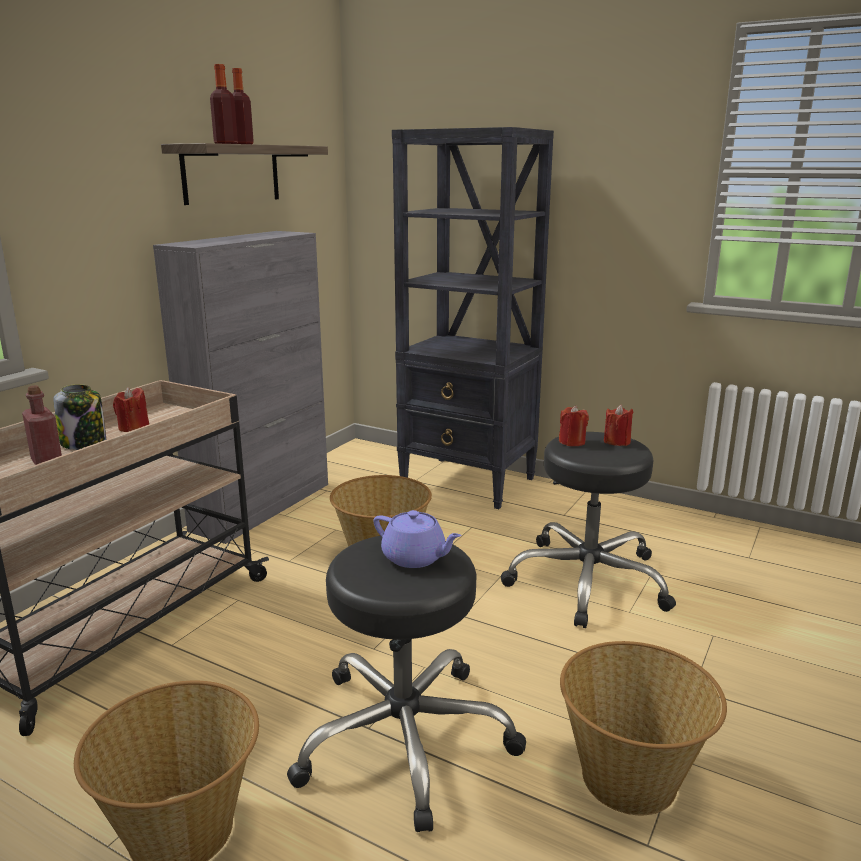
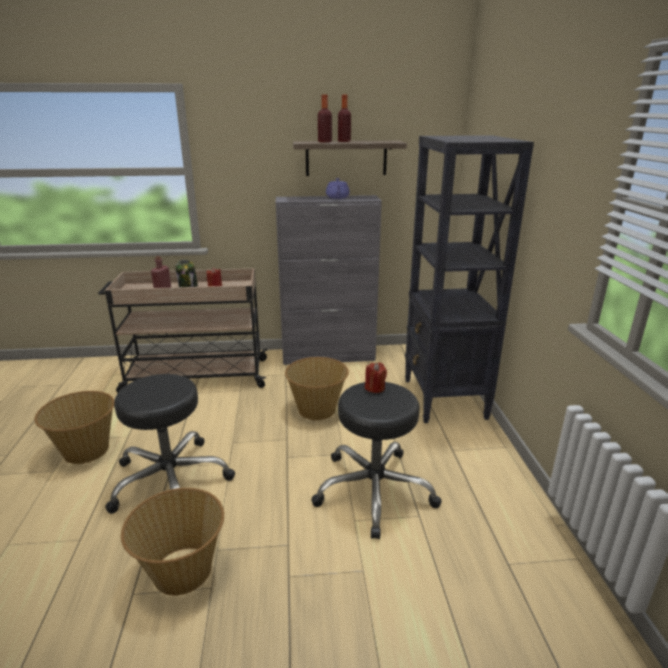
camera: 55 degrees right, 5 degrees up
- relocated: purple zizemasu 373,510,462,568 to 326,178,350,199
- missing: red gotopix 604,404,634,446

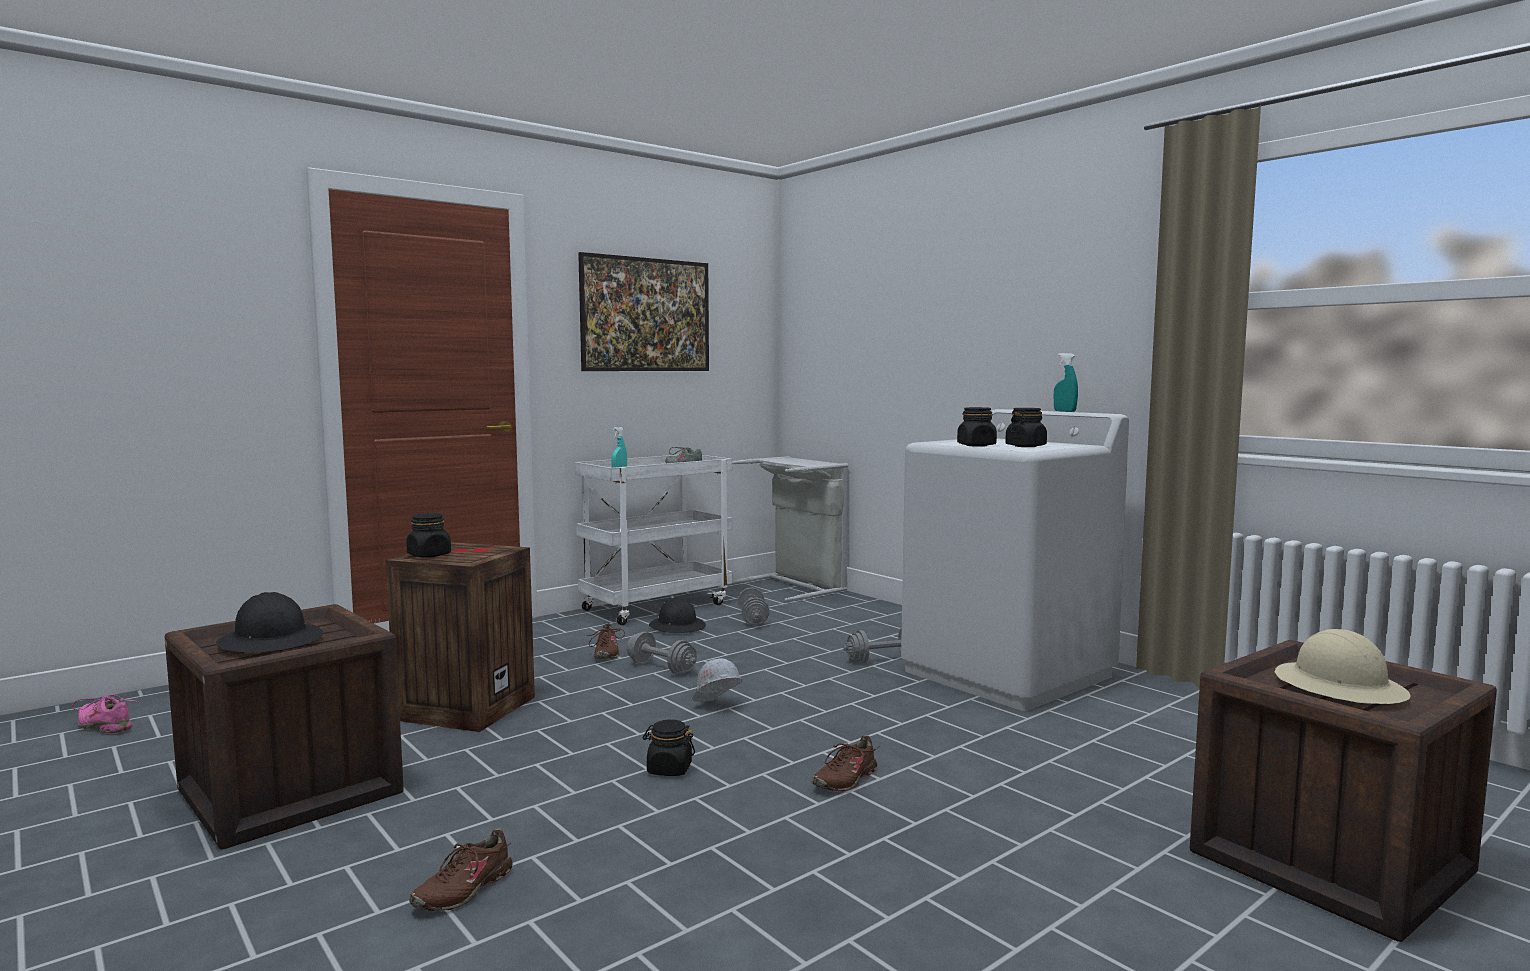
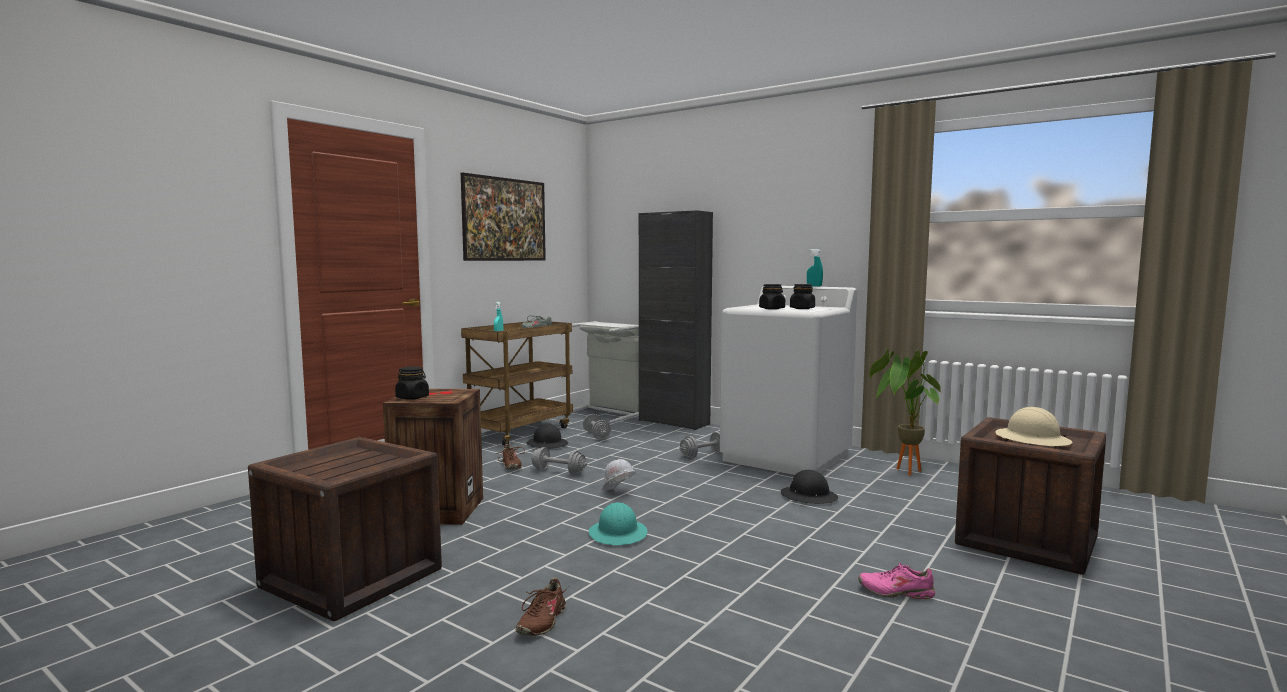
camera: 15 degrees left, 0 degrees up
- relocated: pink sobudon 72,695,140,733 to 858,563,935,599
- relocated: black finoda 216,592,323,653 to 781,470,838,504
- colour: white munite 575,455,733,625 to brown munite 461,321,573,446
- exchanged: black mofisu 643,719,695,776 to turquoise finoda 589,502,647,545
- missing: brown sobudon 812,735,880,791
- appeared: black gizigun 639,210,713,430
- appeared: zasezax 869,349,942,476

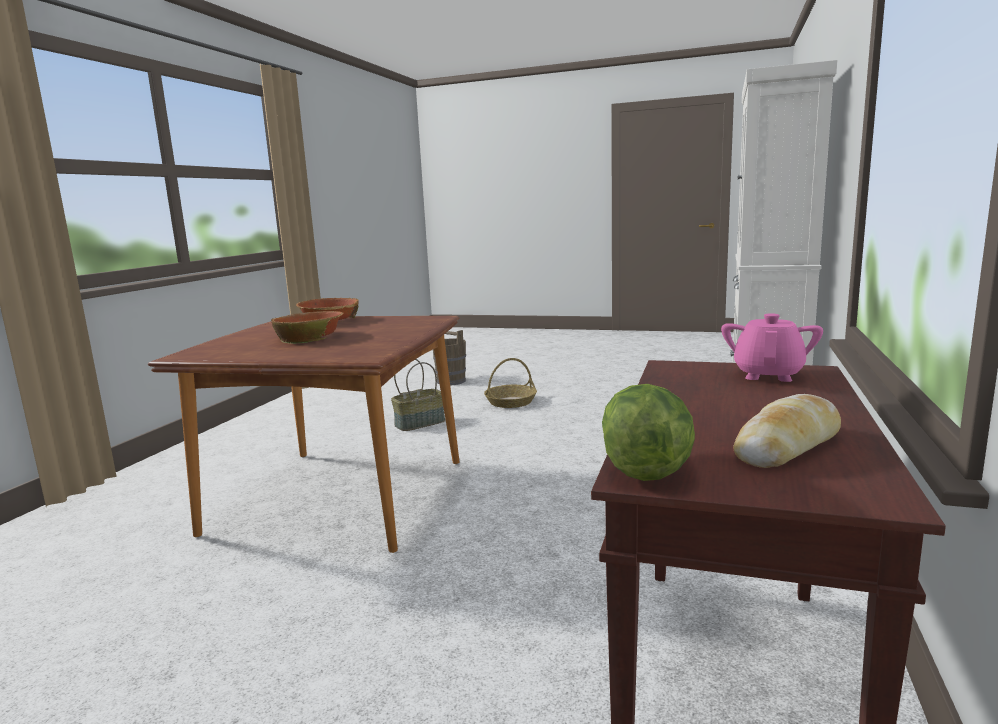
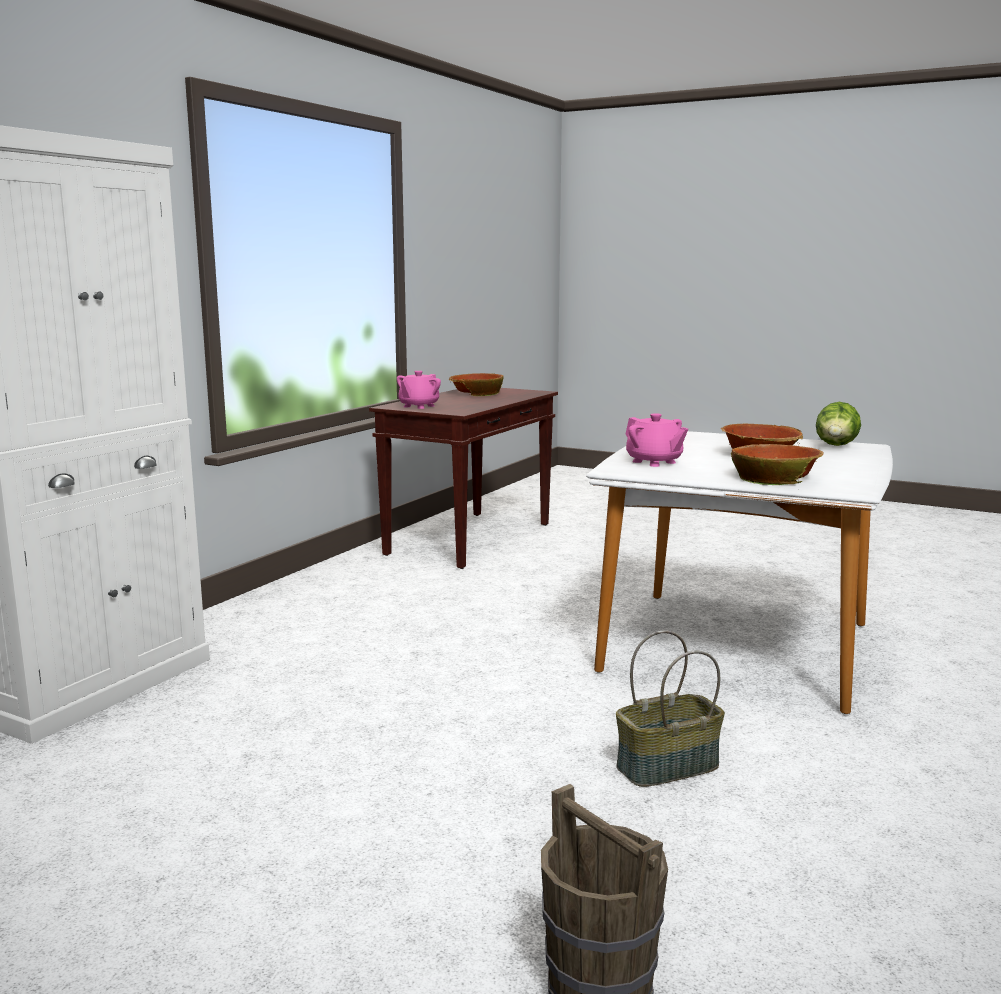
camera: 170 degrees left, 0 degrees up
- colour: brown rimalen 148,316,460,553 to white rimalen 586,431,893,714
- missing: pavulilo 484,358,537,408
- relocated: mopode 602,384,695,481 to 816,402,861,446
- exchanged: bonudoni 733,394,841,468 to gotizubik 449,373,504,396
- appeared: pink zizemasu 625,413,688,467

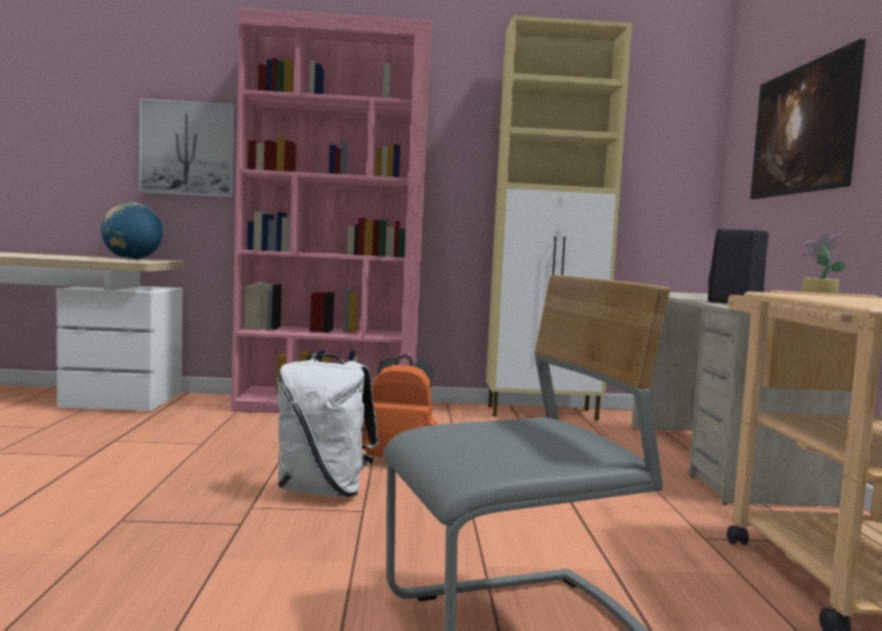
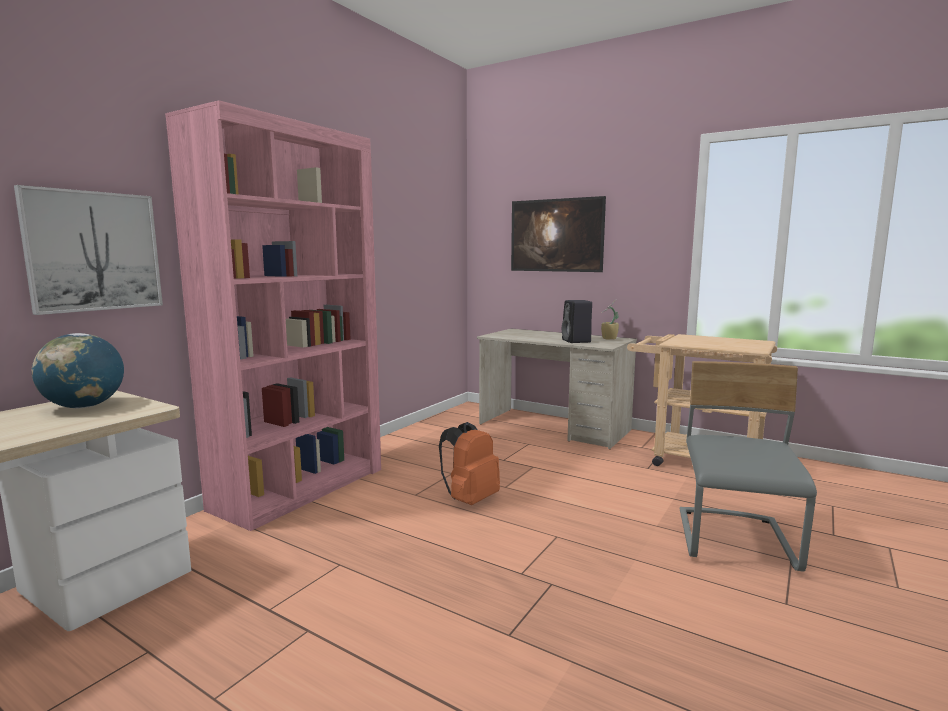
camera: 55 degrees left, 5 degrees up
- missing: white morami 277,354,379,497
- missing: beige gizigun 486,15,632,421

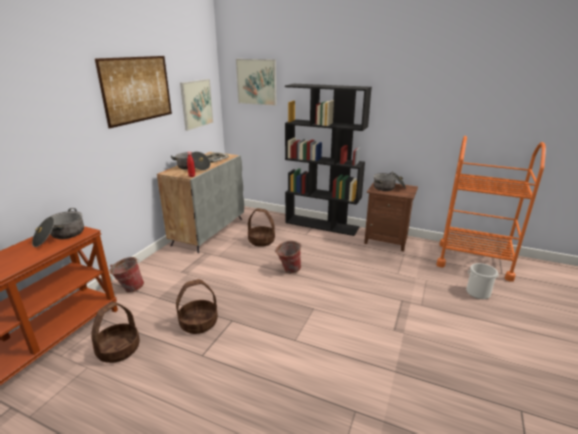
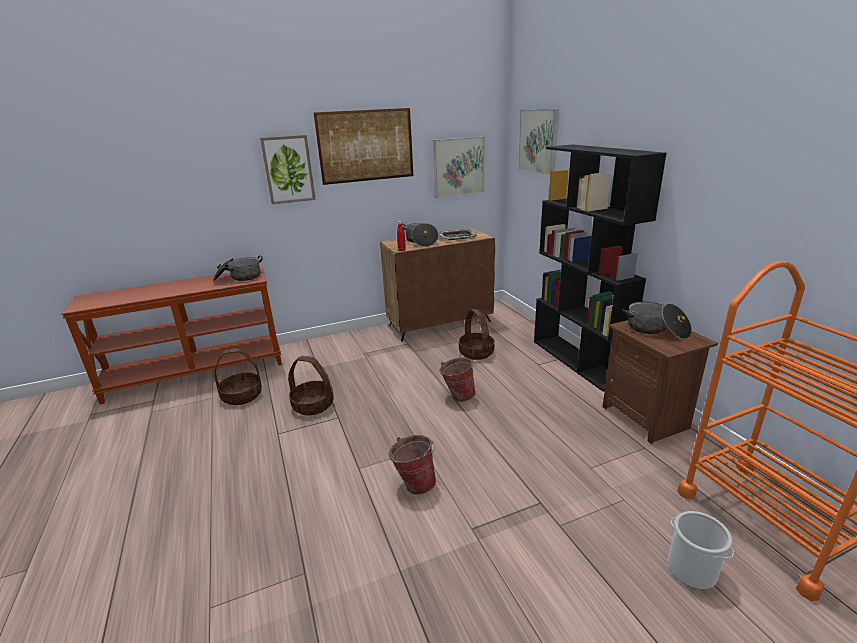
camera: 45 degrees right, 0 degrees up
- relocated: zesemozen 109,257,144,293 to 389,435,436,495
- colour: grey gizigun 157,152,244,253 to brown gizigun 380,228,495,341
- appeared: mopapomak 260,135,316,204

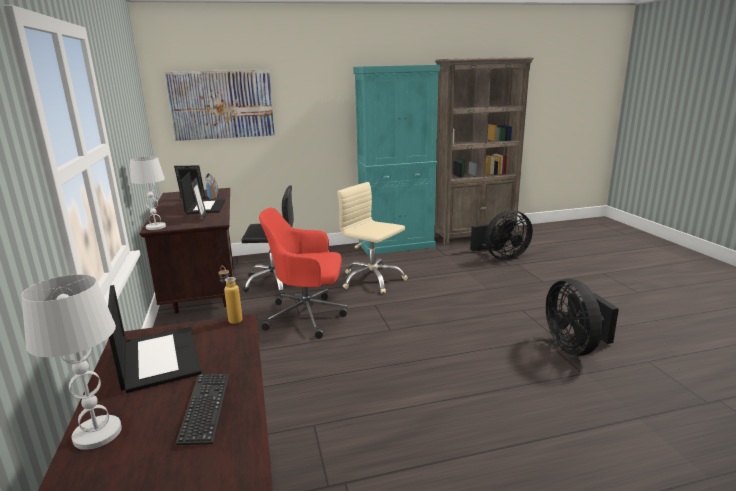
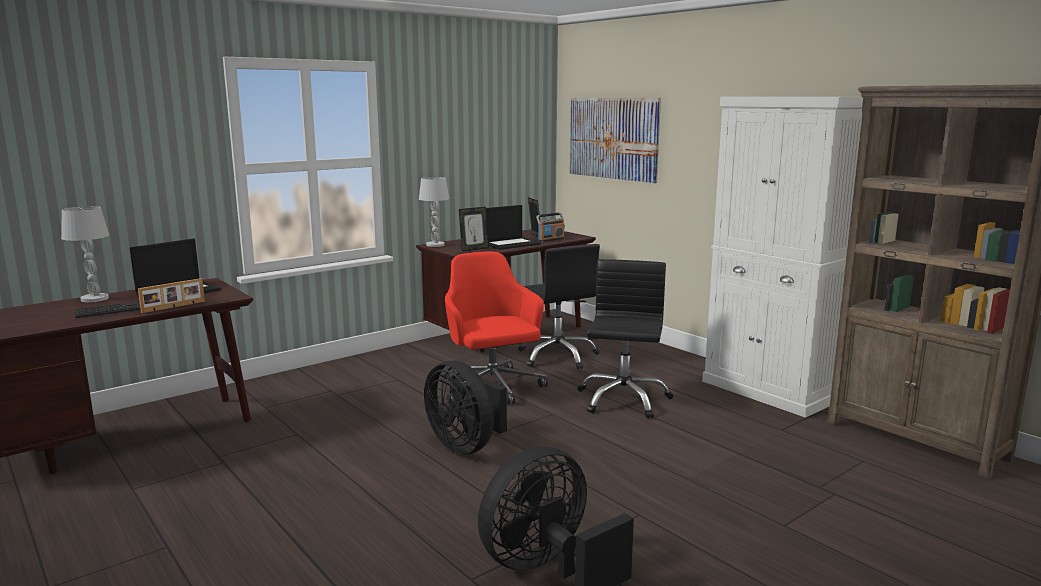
camera: 65 degrees right, 5 degrees down
- missing: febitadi 218,266,243,324
- colour: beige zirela 337,182,408,294 to black zirela 577,259,673,418
- colour: turquoise gizigun 353,65,440,255 to white gizigun 702,97,863,418
- relocated: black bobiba 471,210,533,260 to 424,361,507,455
- appeared: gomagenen 138,278,205,313

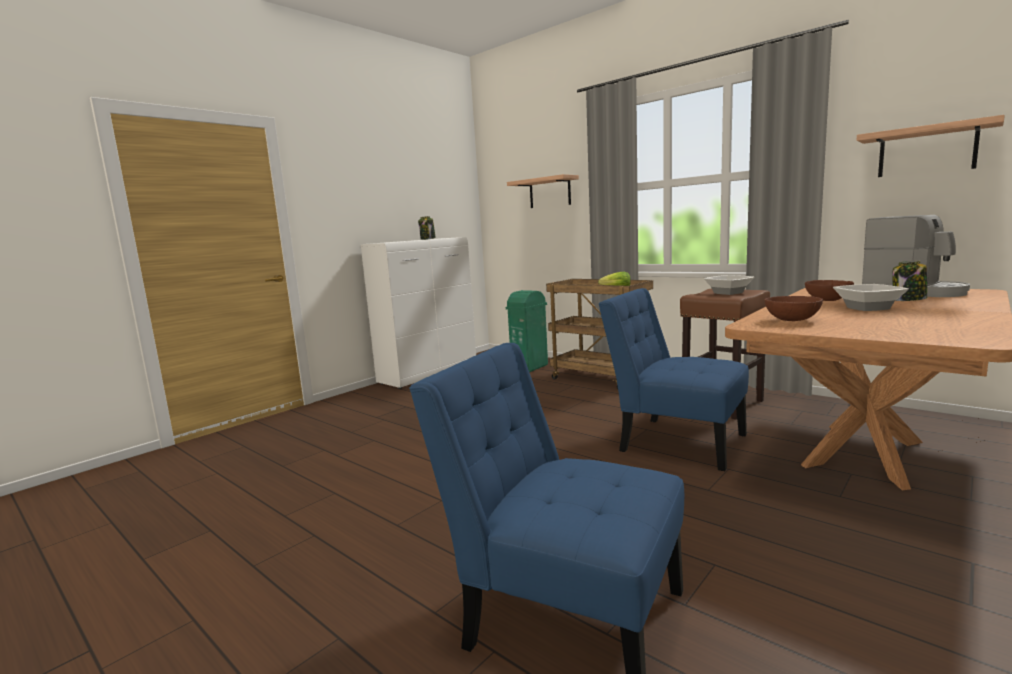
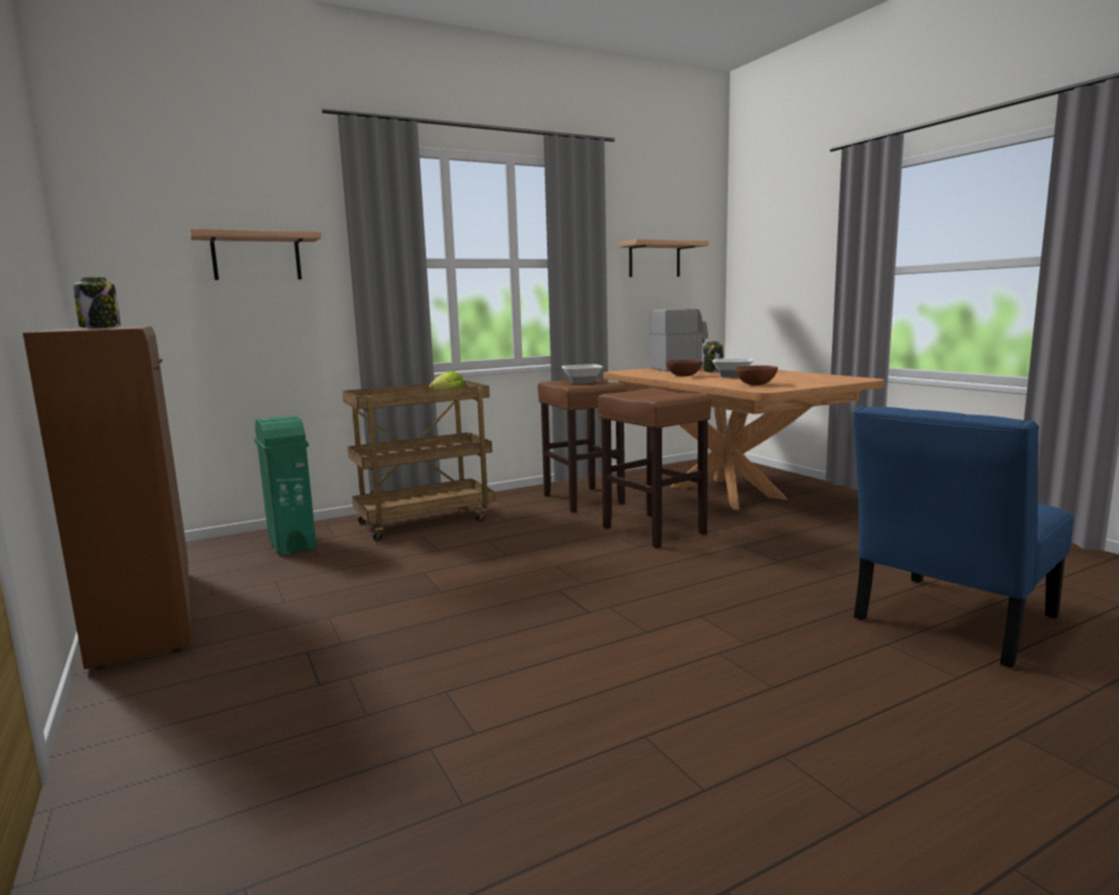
camera: 70 degrees left, 0 degrees up
- colour: white gizigun 361,237,476,389 to brown gizigun 23,326,191,669
- exchanged: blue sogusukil 599,288,749,471 to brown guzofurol 598,388,711,548

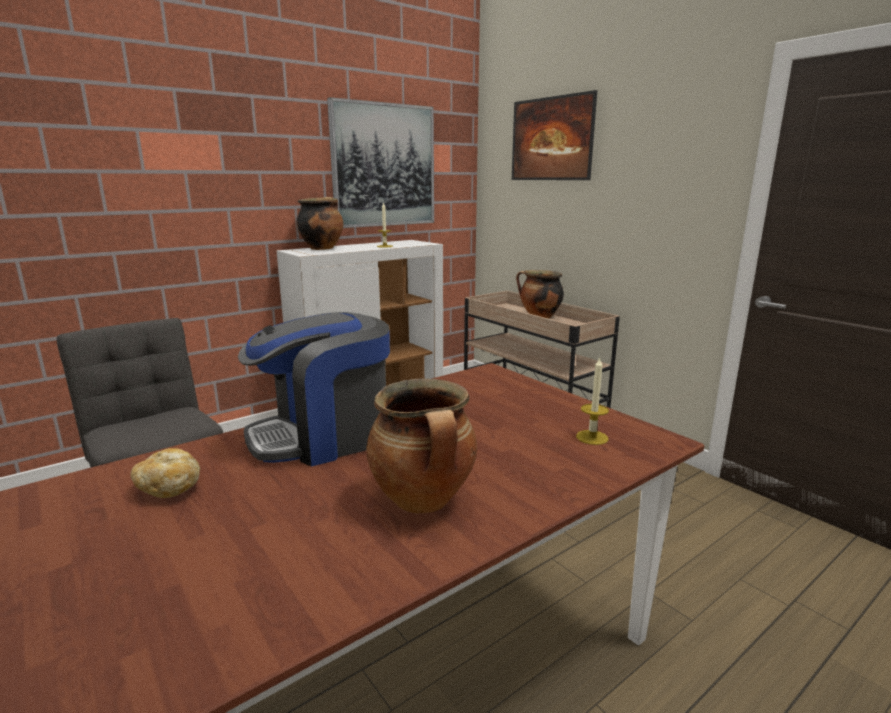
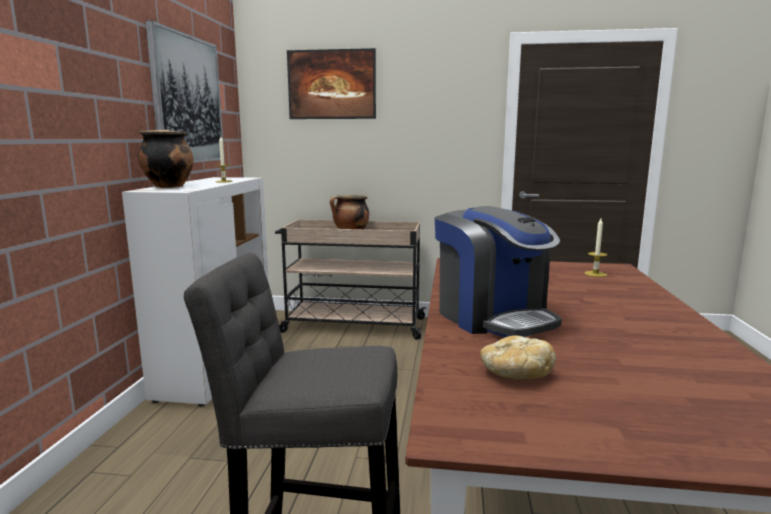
camera: 45 degrees left, 5 degrees down
- spun: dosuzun 238,312,390,466 = 435,206,562,337 45 degrees counterclockwise
- missing: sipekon 366,378,477,513

